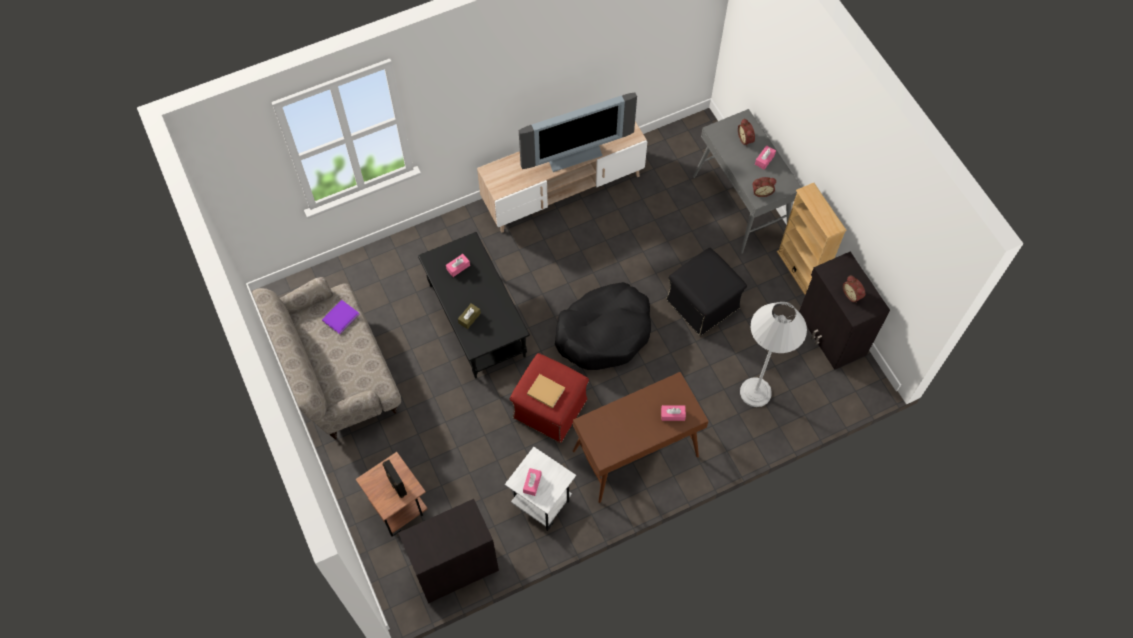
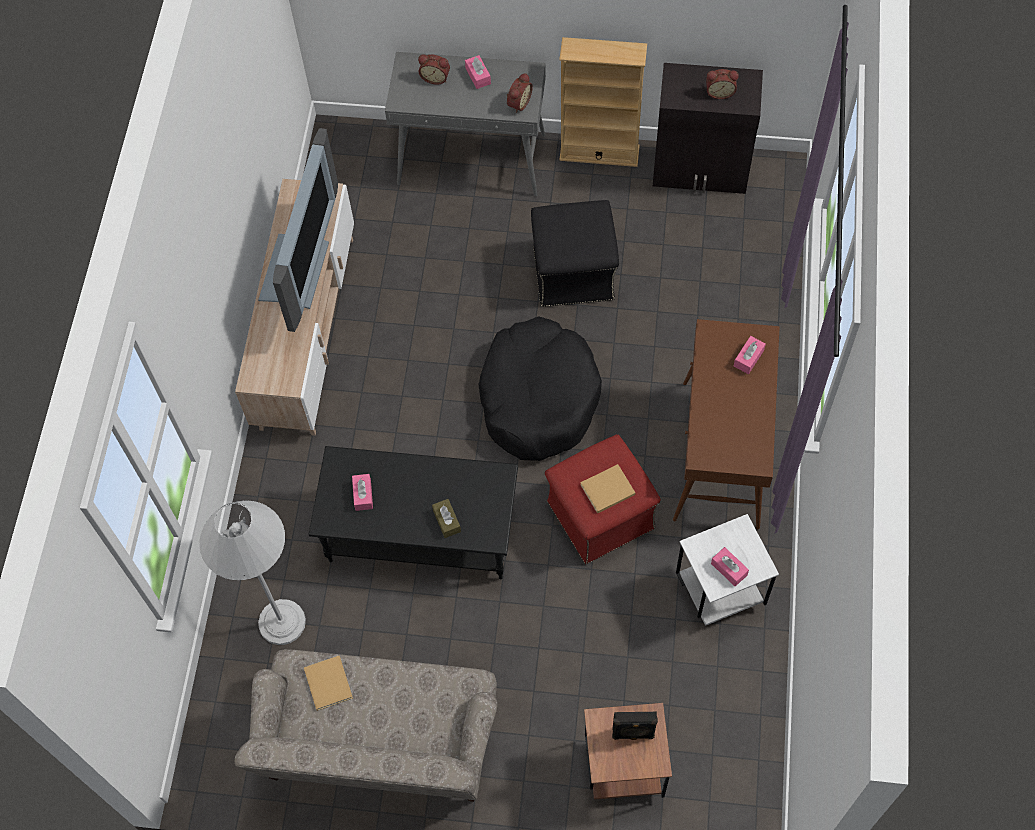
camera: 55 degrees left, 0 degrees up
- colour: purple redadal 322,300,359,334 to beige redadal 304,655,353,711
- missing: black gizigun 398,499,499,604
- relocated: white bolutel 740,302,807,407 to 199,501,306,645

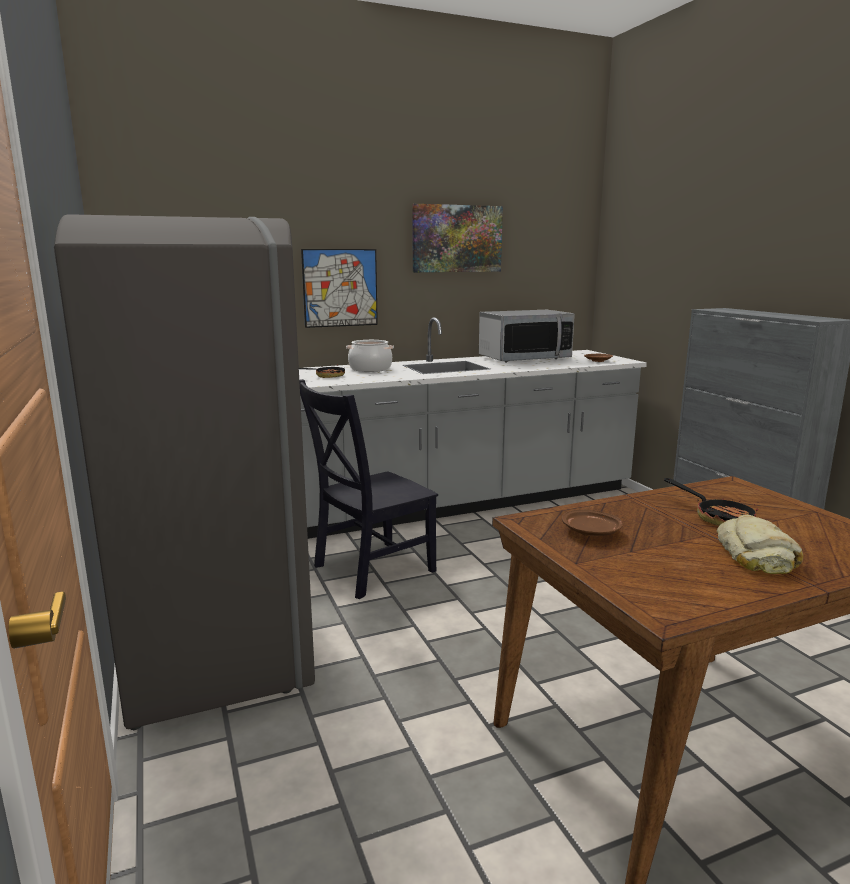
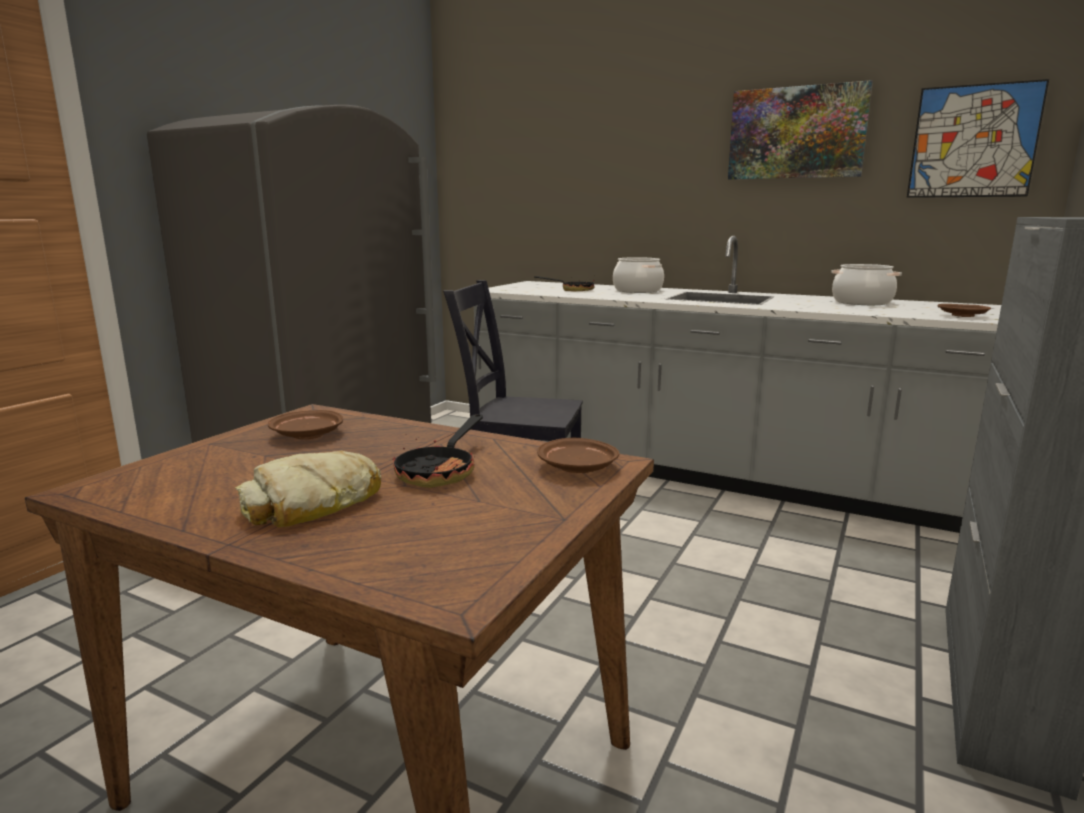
camera: 50 degrees right, 0 degrees up
- relocated: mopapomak 301,249,378,328 to 907,79,1049,198
- exchanged: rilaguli 479,310,575,362 to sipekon 831,264,902,305
- appeared: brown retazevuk 537,438,619,473

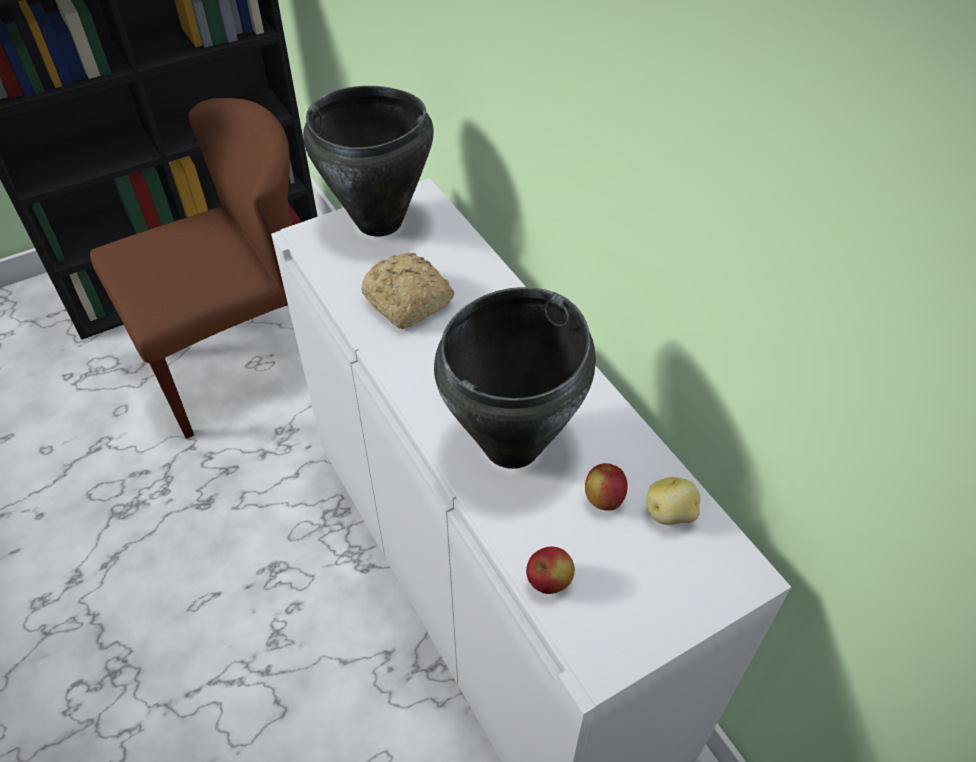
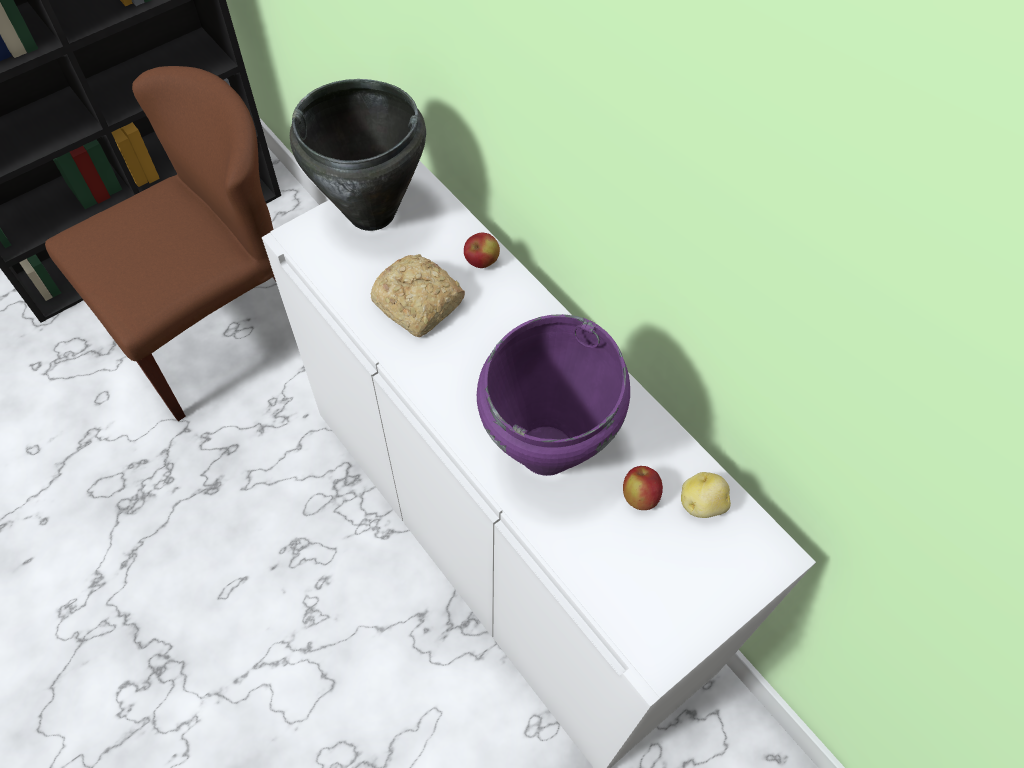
camera: 10 degrees left, 10 degrees up
- colour: black sipekon 434,287,596,469 to purple sipekon 477,314,630,476
- relocated: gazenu 526,547,575,594 to 464,233,500,268

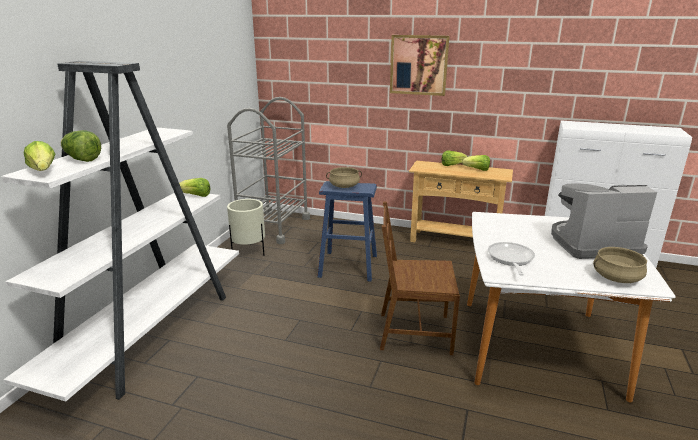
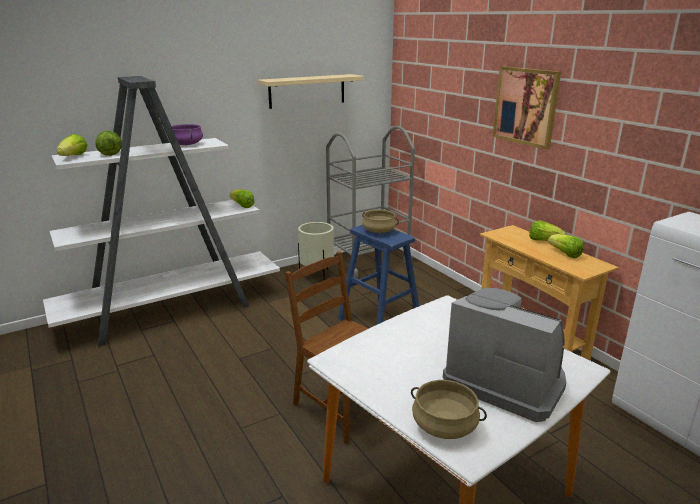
camera: 40 degrees right, 0 degrees up
- missing: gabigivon 488,242,535,276
- appeared: purple sipekon 172,124,203,145
- appeared: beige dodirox 258,74,364,109

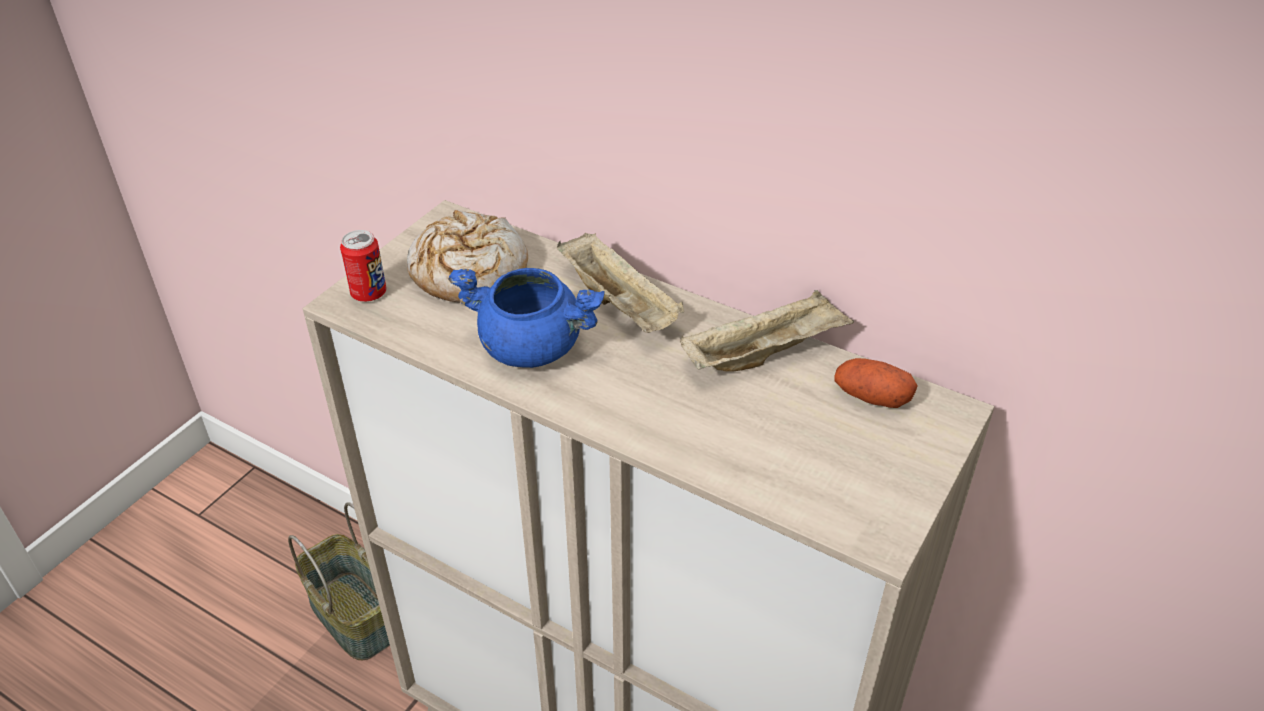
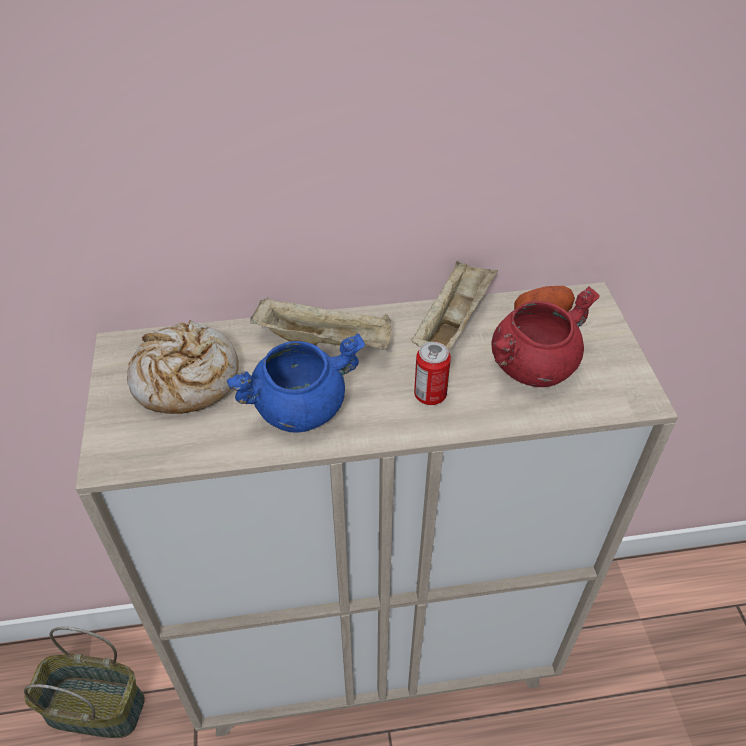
camera: 40 degrees left, 5 degrees up
- relocated: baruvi 340,230,386,302 to 414,342,451,405
- appeared: red sipekon 491,287,600,387

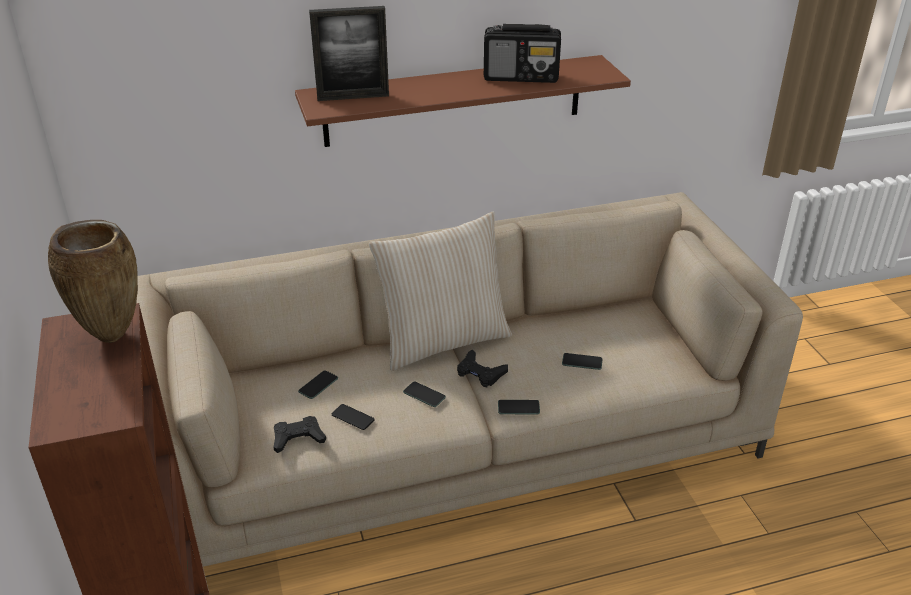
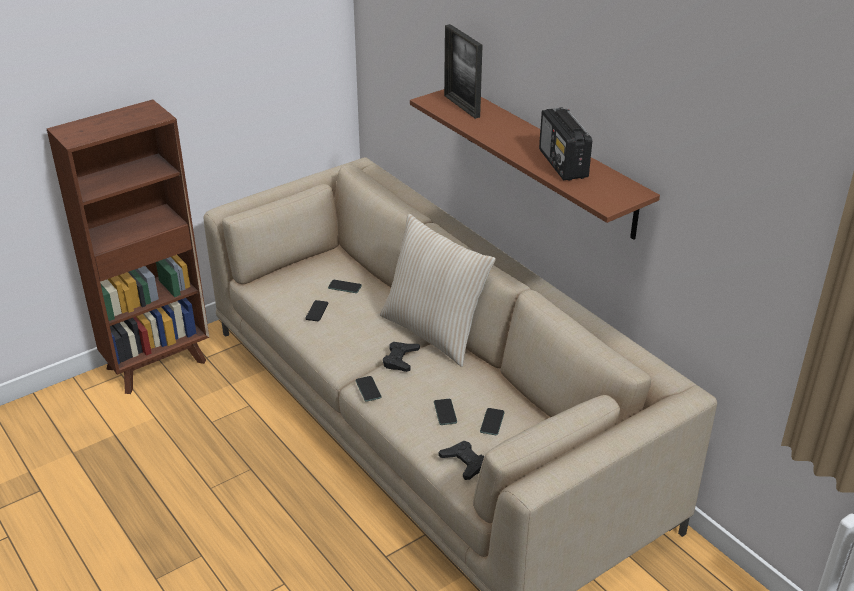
camera: 70 degrees right, 0 degrees up
- missing: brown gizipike 48,220,138,343
- relocated: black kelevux 273,416,326,453 to 439,441,485,480
- relocated: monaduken 403,381,446,407 to 480,408,505,435

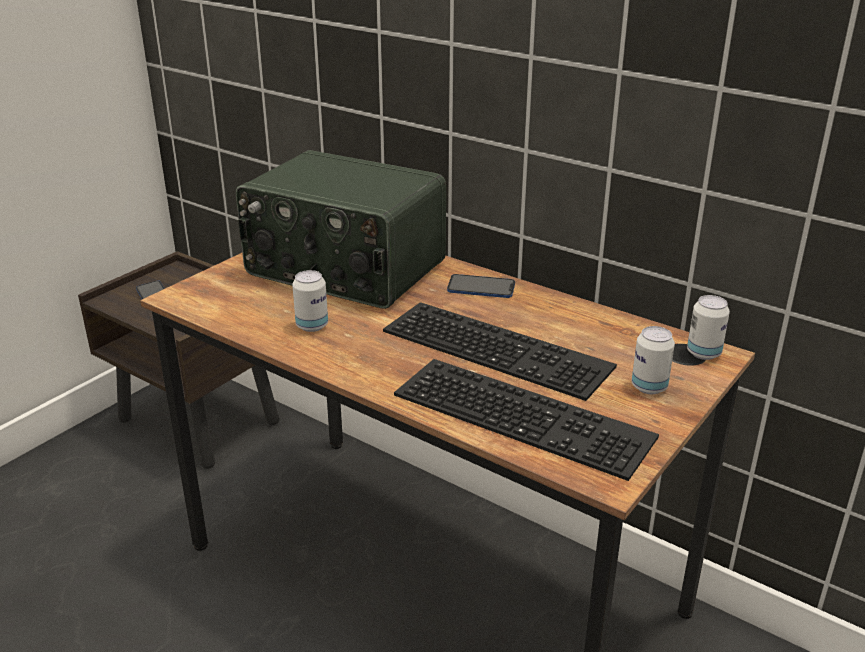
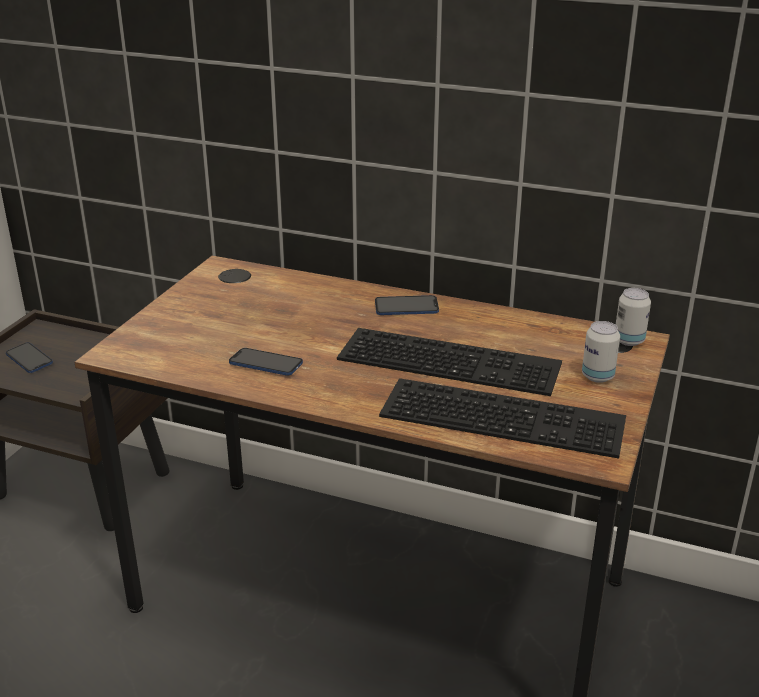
camera: 15 degrees left, 0 degrees up
- missing: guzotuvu 236,150,446,309
- exchanged: baruvi 292,270,328,332 to monaduken 229,348,303,376

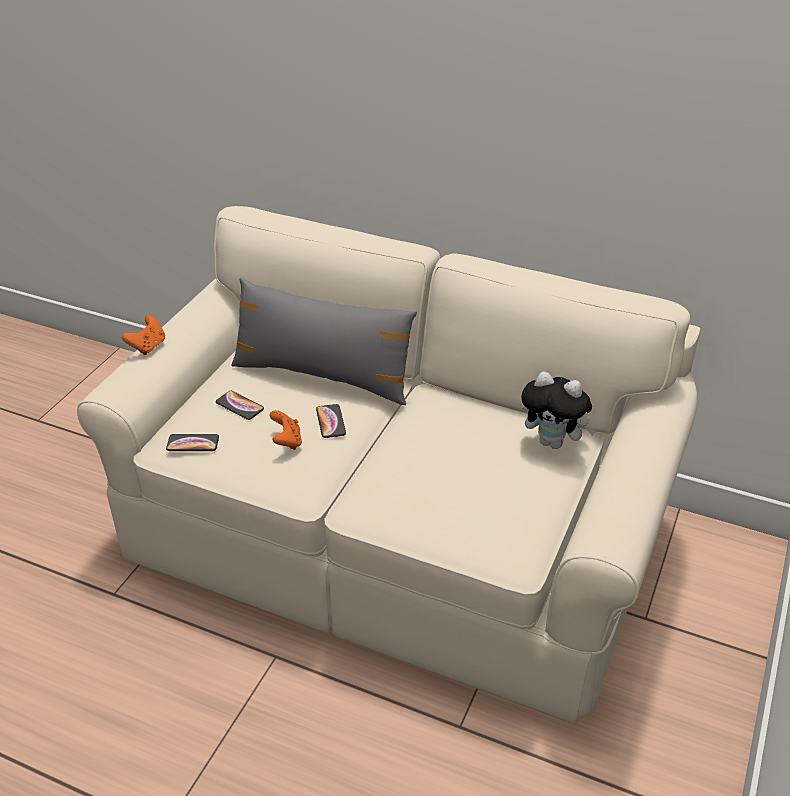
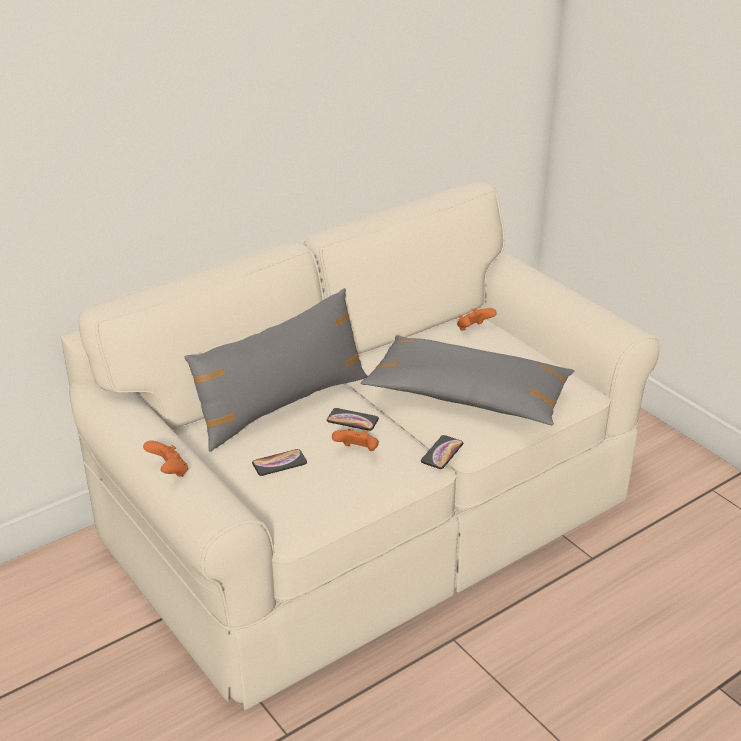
camera: 60 degrees left, 5 degrees down
- relocated: monaduken 166,434,219,451 to 421,435,463,469
- exchanged: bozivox 522,371,596,449 to orange kelevux 457,308,497,331
- appeared: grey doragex 361,336,574,425

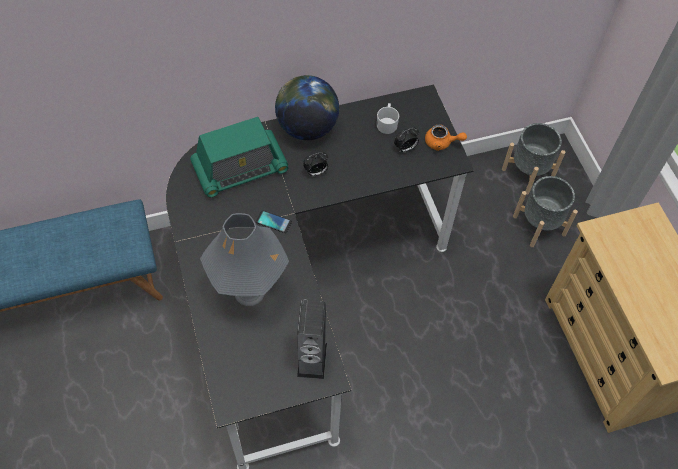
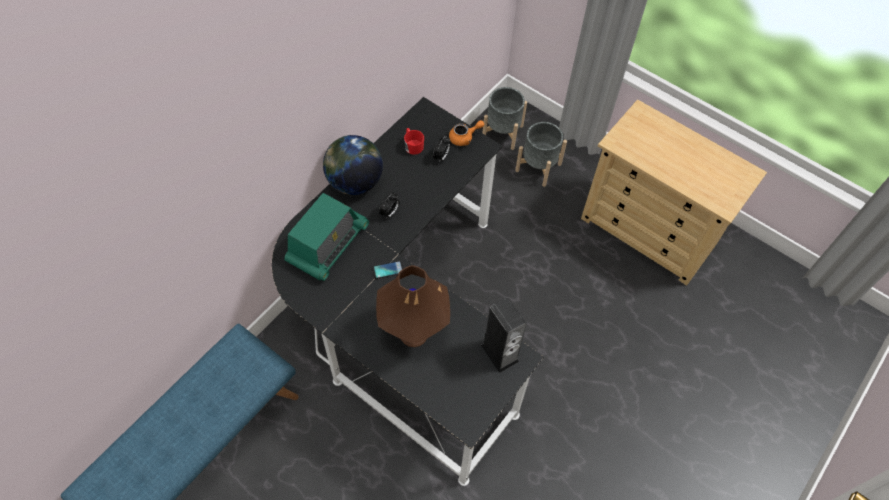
camera: 35 degrees left, 0 degrees up
- colour: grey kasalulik 200,213,289,306 to brown kasalulik 376,265,450,347
- colour: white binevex 377,103,399,134 to red binevex 404,128,424,155

